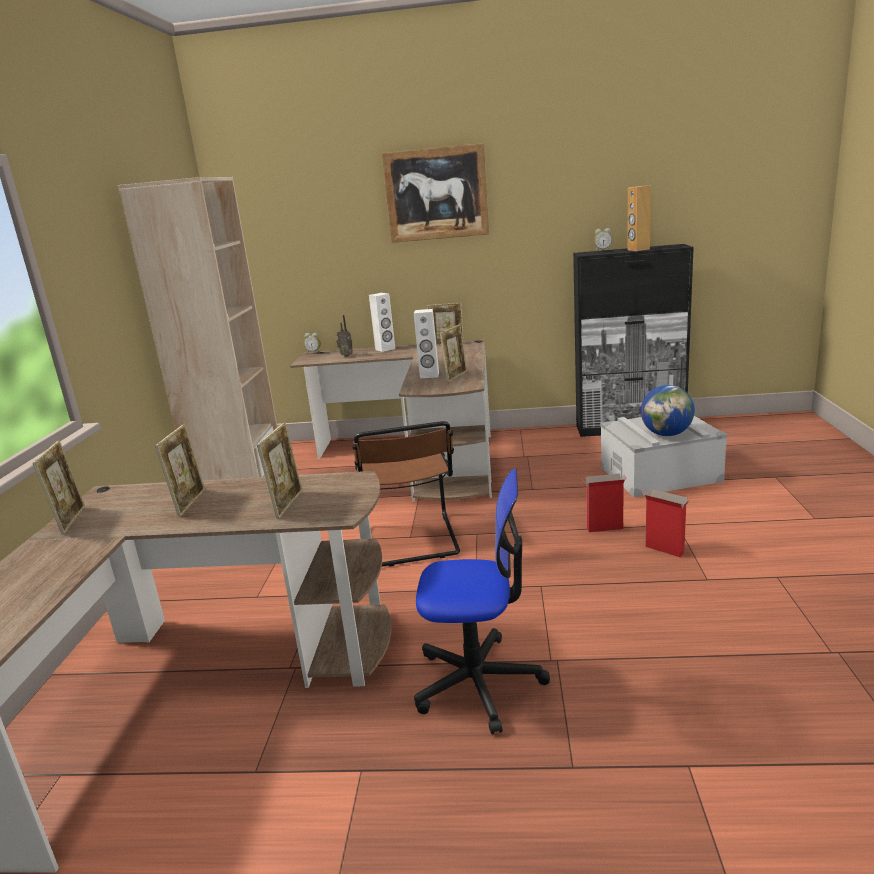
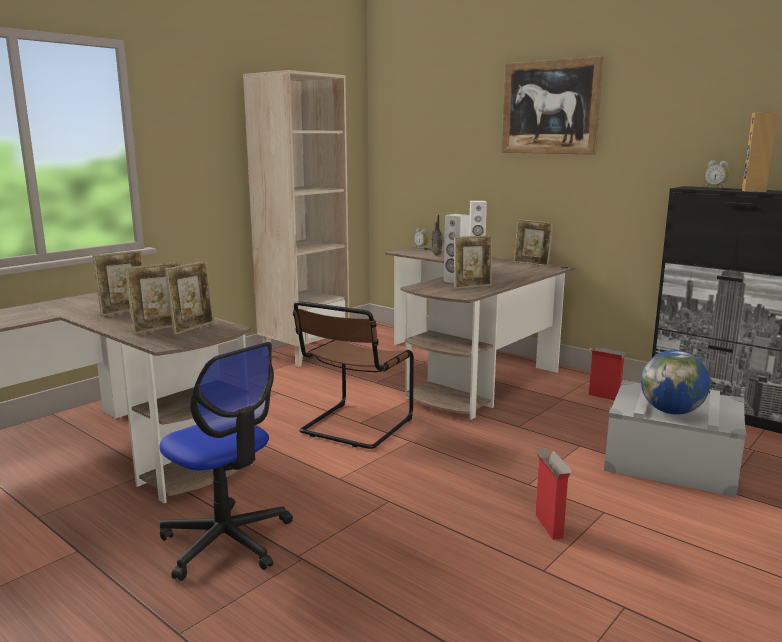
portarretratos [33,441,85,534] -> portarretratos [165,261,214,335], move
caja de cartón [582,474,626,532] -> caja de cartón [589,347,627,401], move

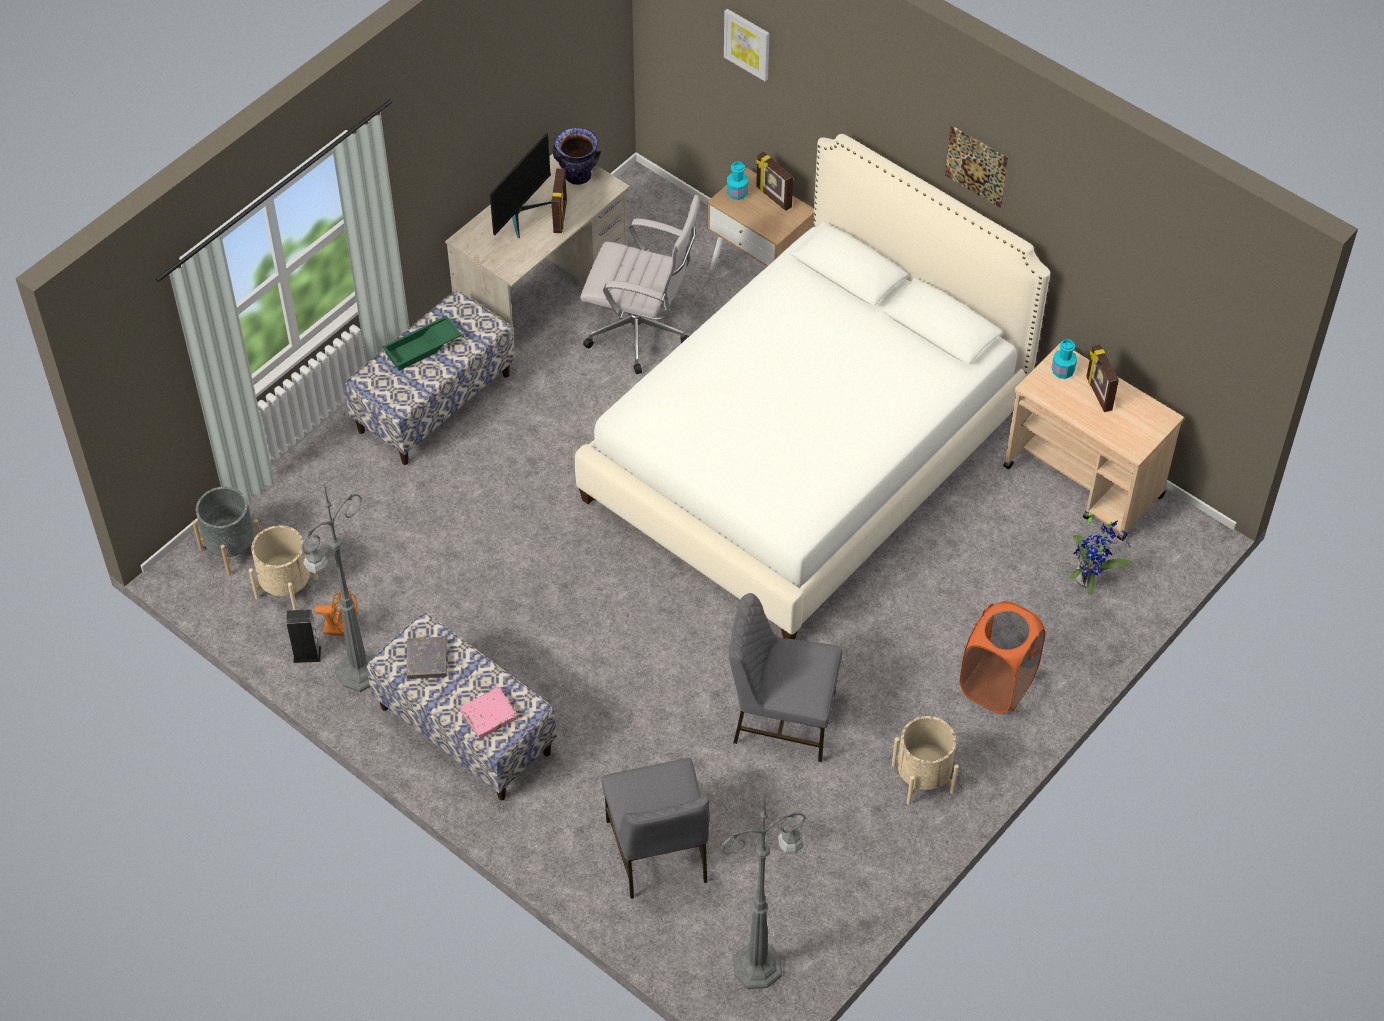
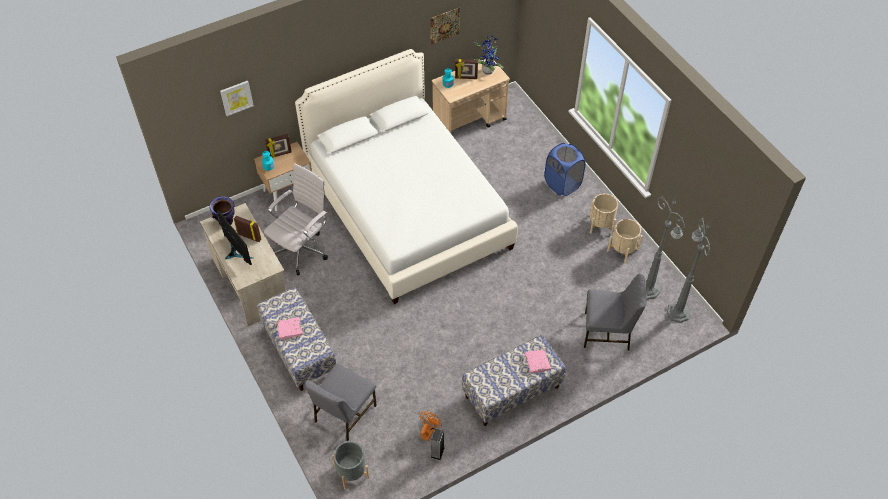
cuadro [945,125,1008,208] -> cuadro [430,8,460,45], move
bandeja (verde) [383,316,462,371] -> libro (rosa) [277,317,303,339]
lámpara de pie (gris) [301,485,375,692] -> lámpara de pie (gris) [646,193,685,300], move
planta en maceta [1069,508,1130,595] -> planta en maceta [474,34,504,75], move
maceta (beis) [249,525,318,610] -> maceta (beis) [607,219,643,263], move
silla (gris) [729,593,842,762] -> silla (gris) [305,363,377,441], move
cesto de la ropa (naranja) [960,601,1045,714] -> cesto de la ropa (azul) [545,143,585,196]
libro (gris) [407,637,447,679] -> none

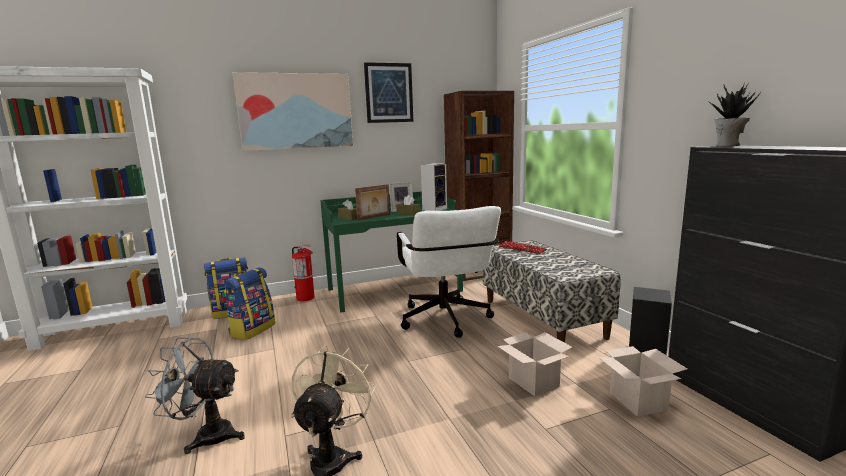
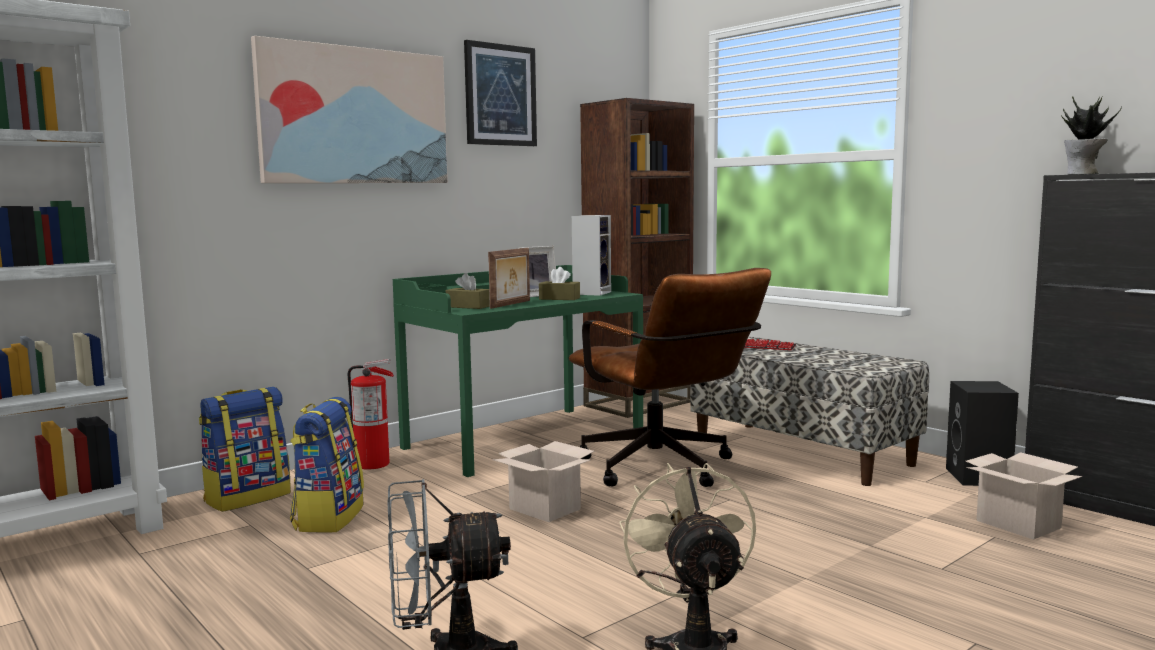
silla de oficina (blanco) [397,206,501,338] -> silla de oficina (marrón) [569,268,771,487]
caja de cartón [497,332,573,397] -> caja de cartón [492,441,595,522], move

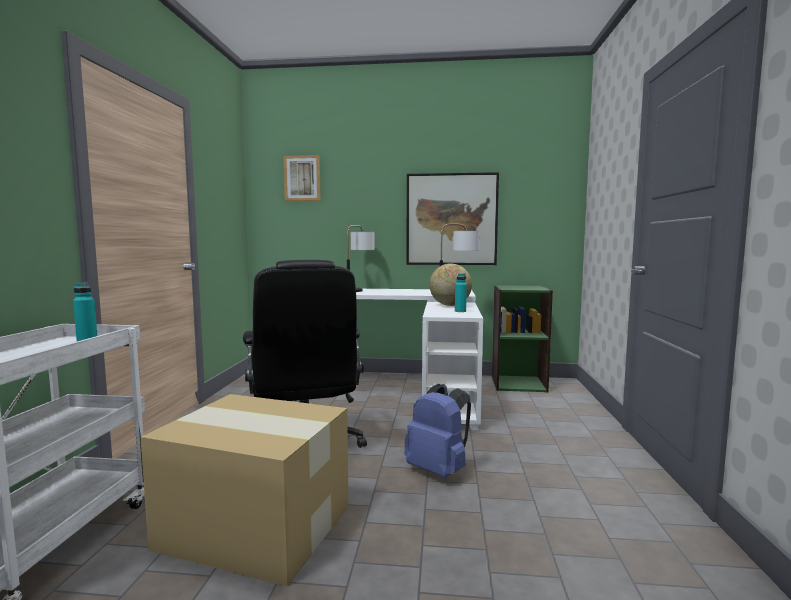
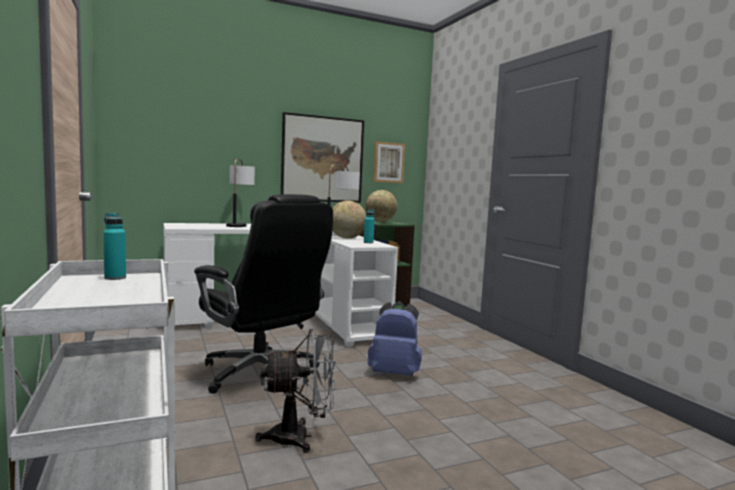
cuadro [284,155,321,201] -> cuadro [373,141,405,183], move
caja de cartón [140,394,349,587] -> ventilador (gris) [255,328,336,453]
none -> globo terráqueo [365,190,397,222]

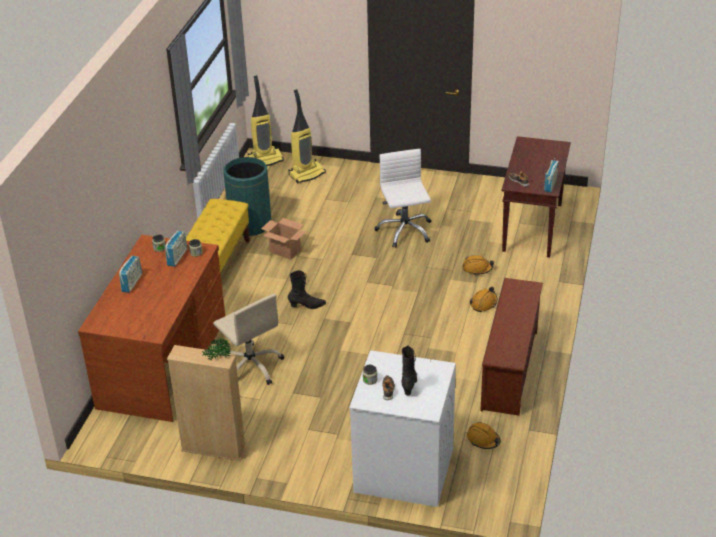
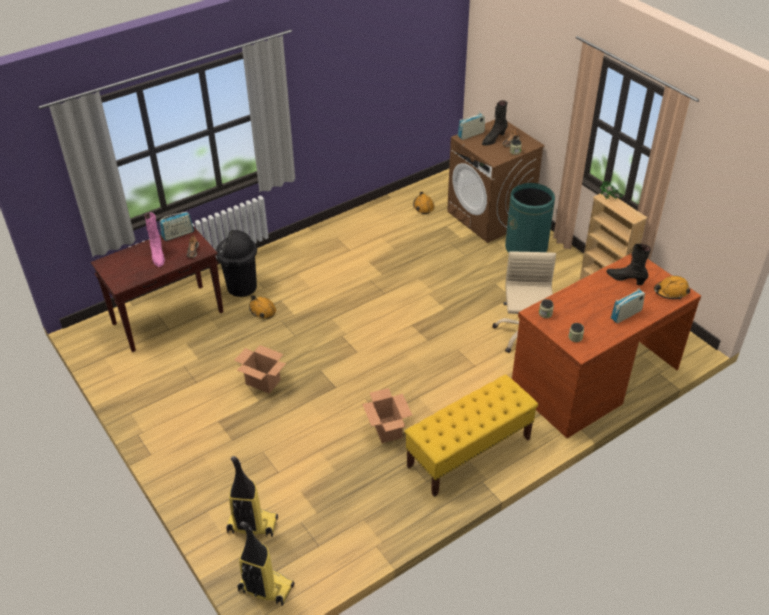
silla de oficina (blanco) [375,149,431,248] -> caja de cartón [234,345,286,394]
papelera (verde) [223,157,271,236] -> papelera (verde) [505,183,555,253], move
radio [165,231,187,267] -> radio [458,111,485,140], move
bota (negro) [288,270,326,309] -> bota (negro) [606,243,651,285], move
zapatero (marrón) [480,278,543,416] -> none
casco (naranja) [470,287,497,312] -> casco (naranja) [654,276,690,300], move
lavadora (blanco) [349,350,456,507] -> lavadora (marrón) [447,120,545,243]
none -> bota (rosa) [145,213,165,267]
none -> papelera (negro) [216,230,257,297]

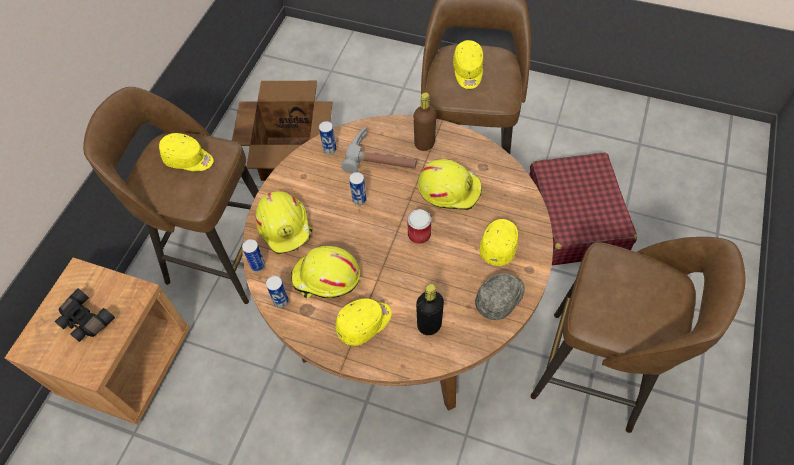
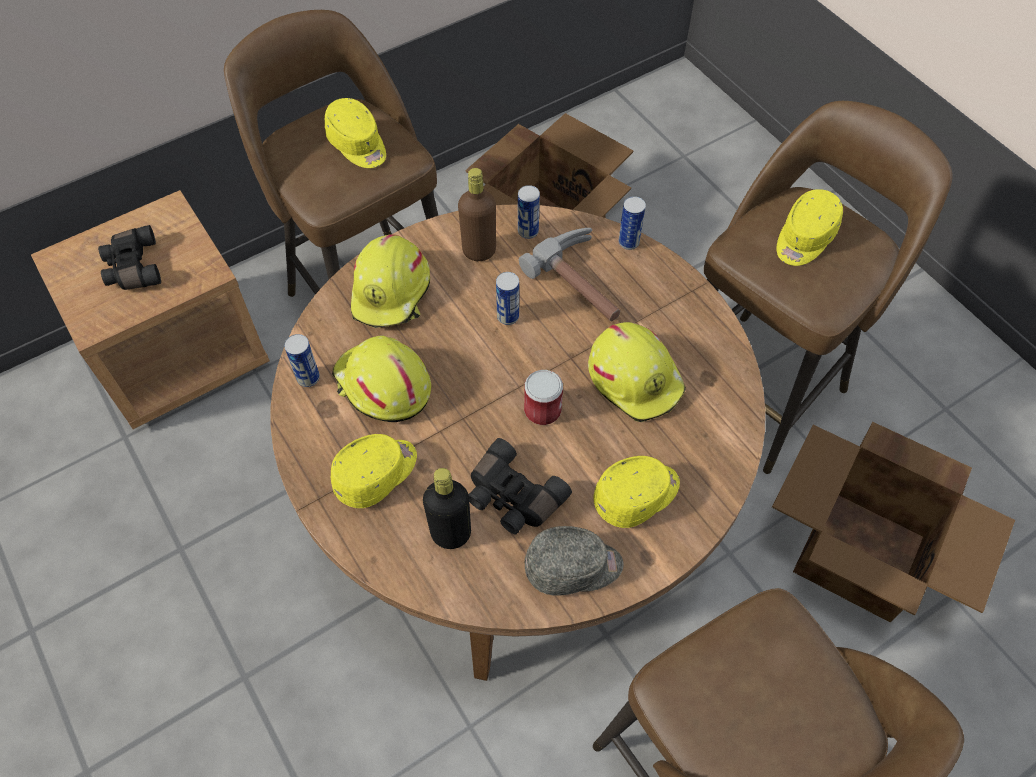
botella (marrón) [414,92,436,151] -> botella (marrón) [458,168,496,261], move
maleta (rojo) [529,153,637,265] -> caja de cartón [772,422,1015,623]
lata [242,239,265,272] -> lata [619,196,646,250], move
gorra (amarillo) [336,298,392,346] -> gorra (amarillo) [331,434,417,508], 45 degrees counterclockwise
none -> prismáticos (negro) [468,438,572,534]

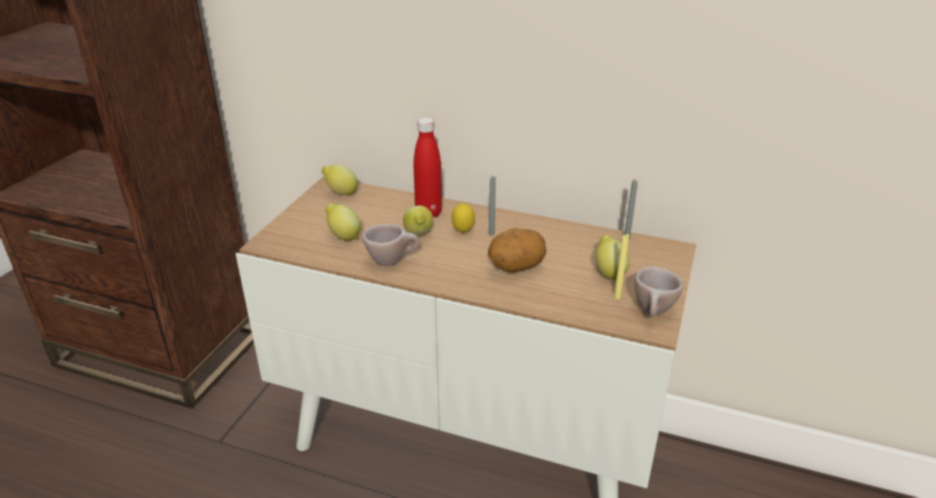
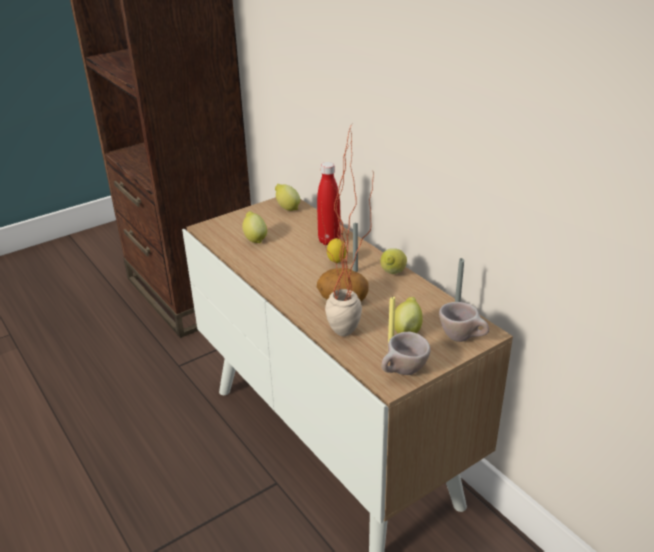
limón [403,205,433,236] -> limón [380,248,407,274], move
taza (beis) [362,224,420,266] -> taza (beis) [439,302,489,342], move
none -> planta en maceta [321,124,374,336]

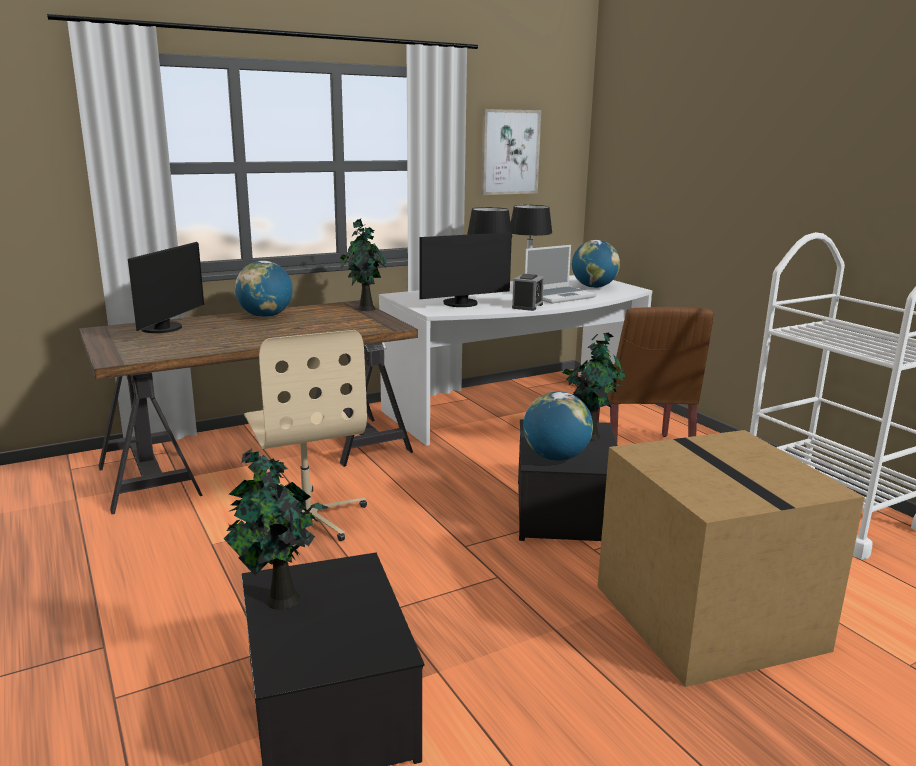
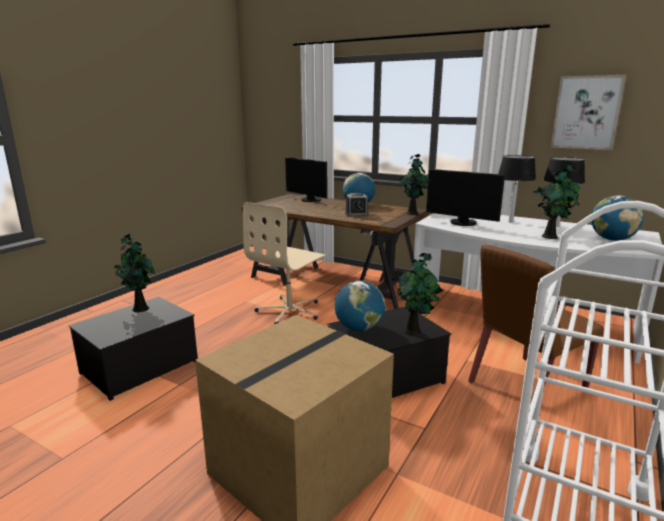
monitor [128,242,204,333] -> monitor [285,157,327,202], 60 degrees clockwise
portátil [525,245,597,304] -> planta en maceta [534,165,580,239]
despertador [512,274,544,311] -> despertador [345,193,369,217], move

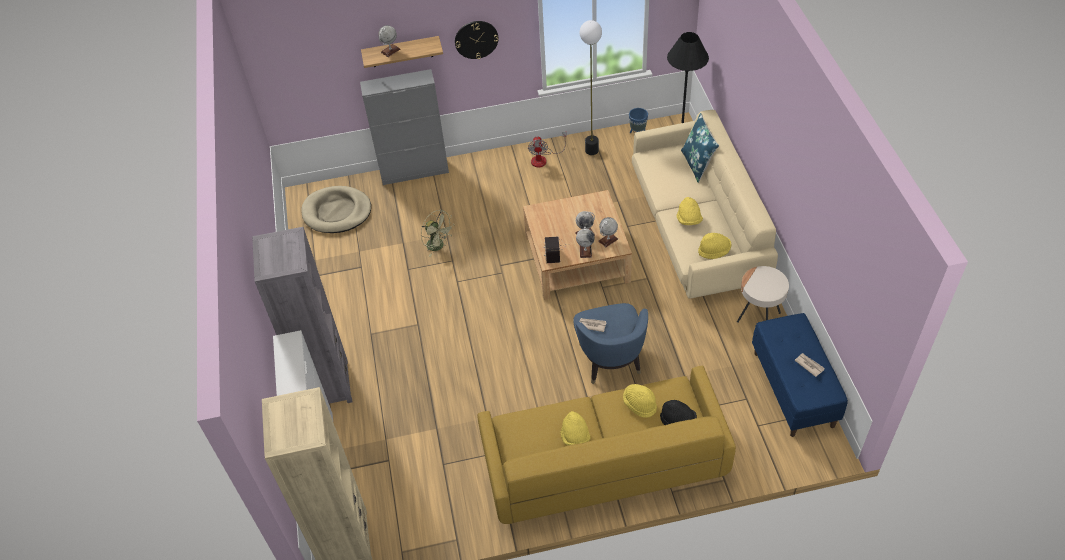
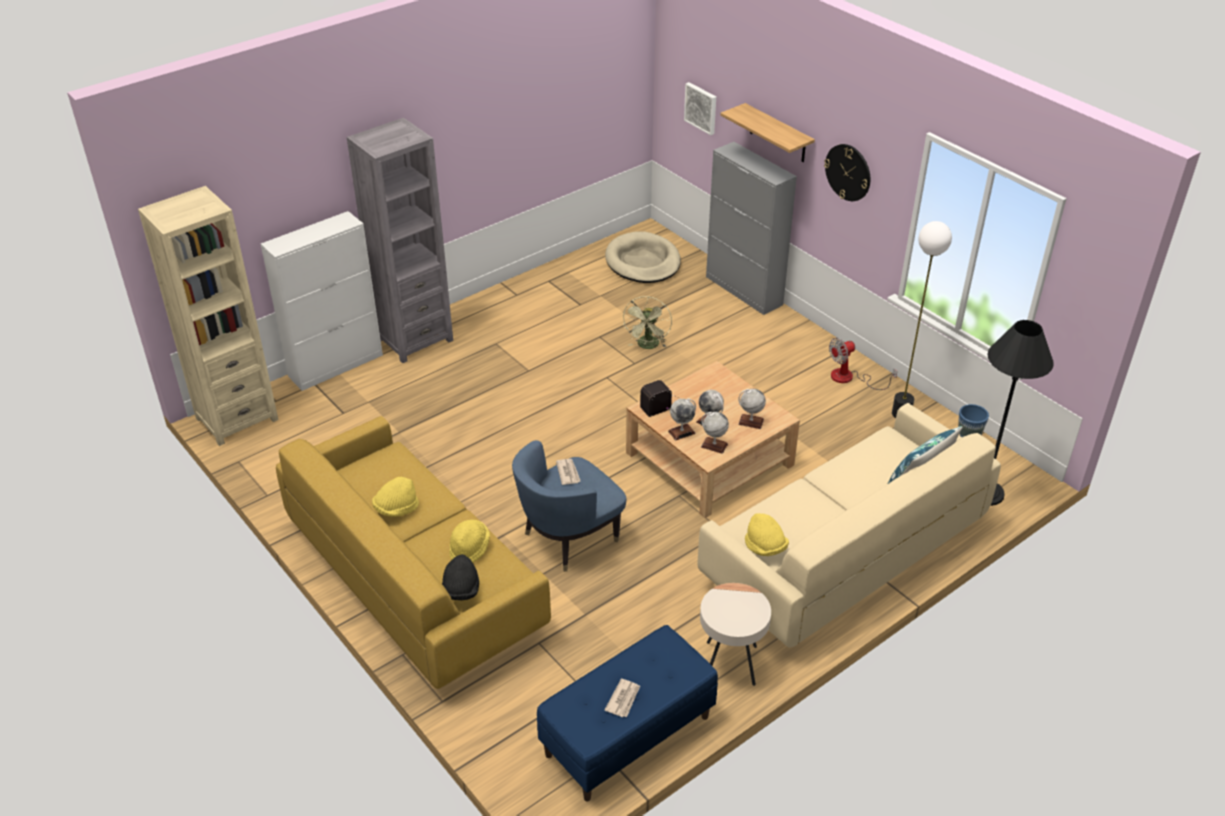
globo terráqueo [378,25,400,57] -> globo terráqueo [738,389,766,429], move
sombrero (amarillo) [677,197,703,225] -> none
none -> cuadro [684,82,716,135]

